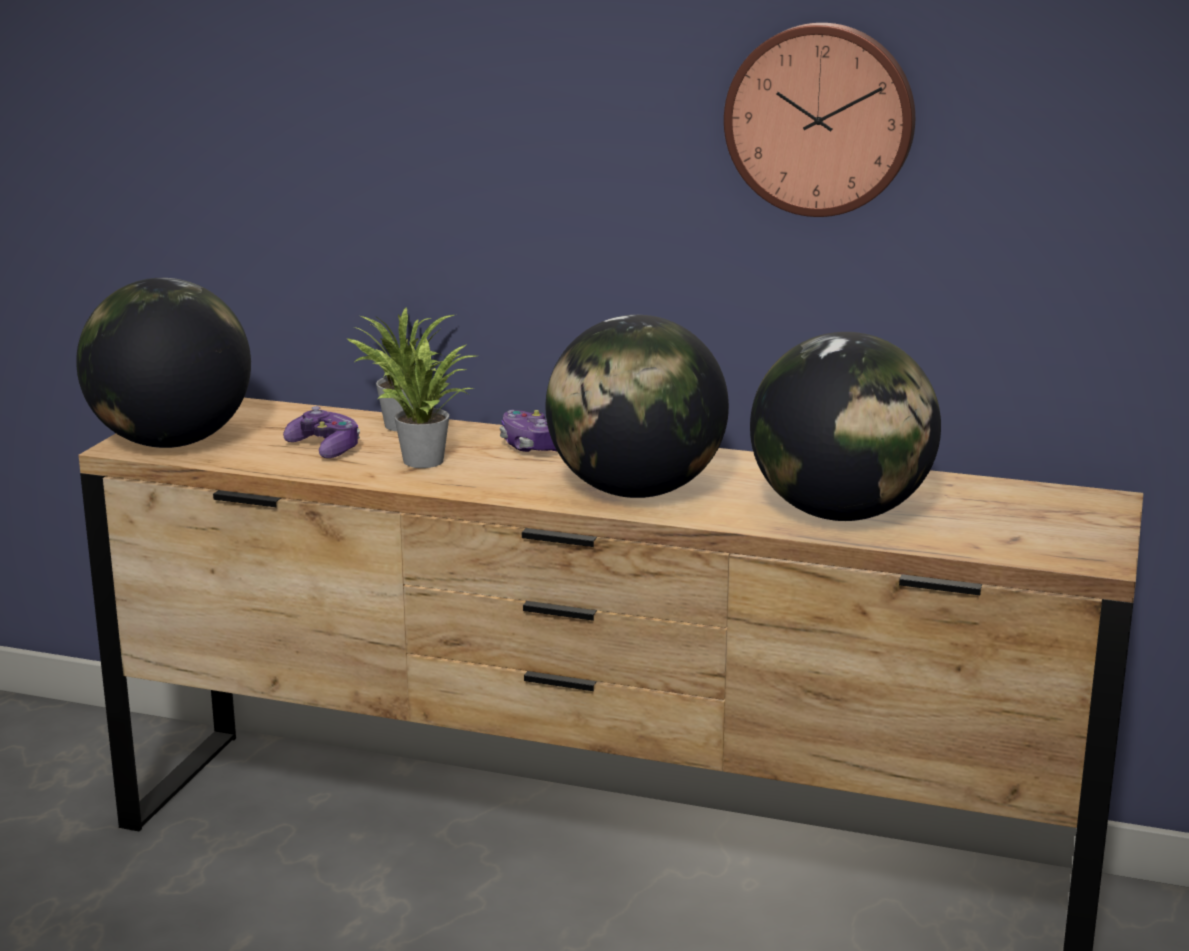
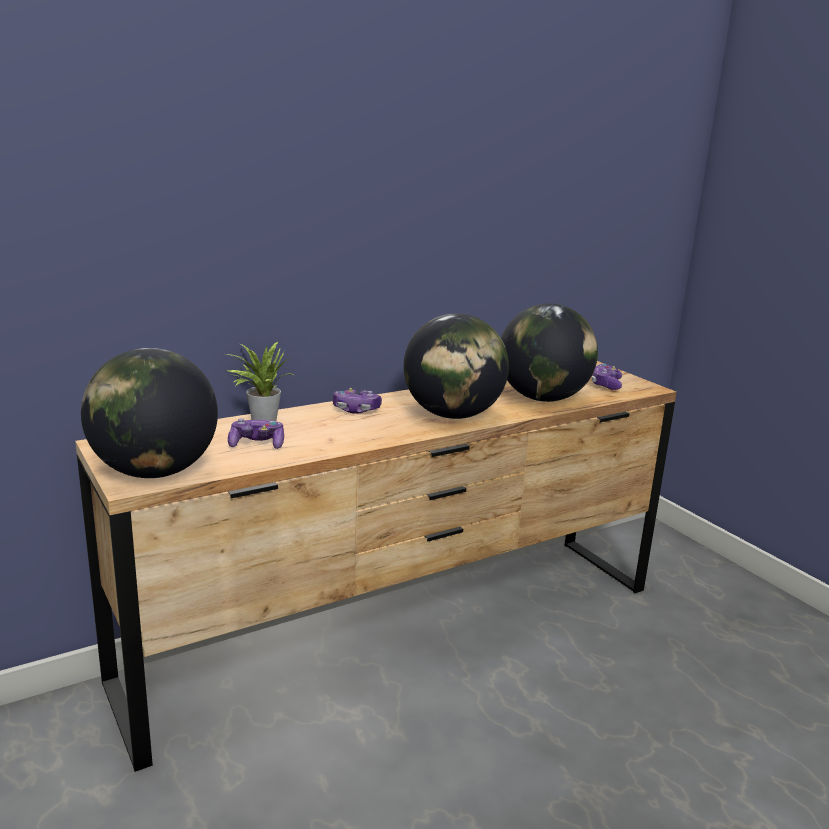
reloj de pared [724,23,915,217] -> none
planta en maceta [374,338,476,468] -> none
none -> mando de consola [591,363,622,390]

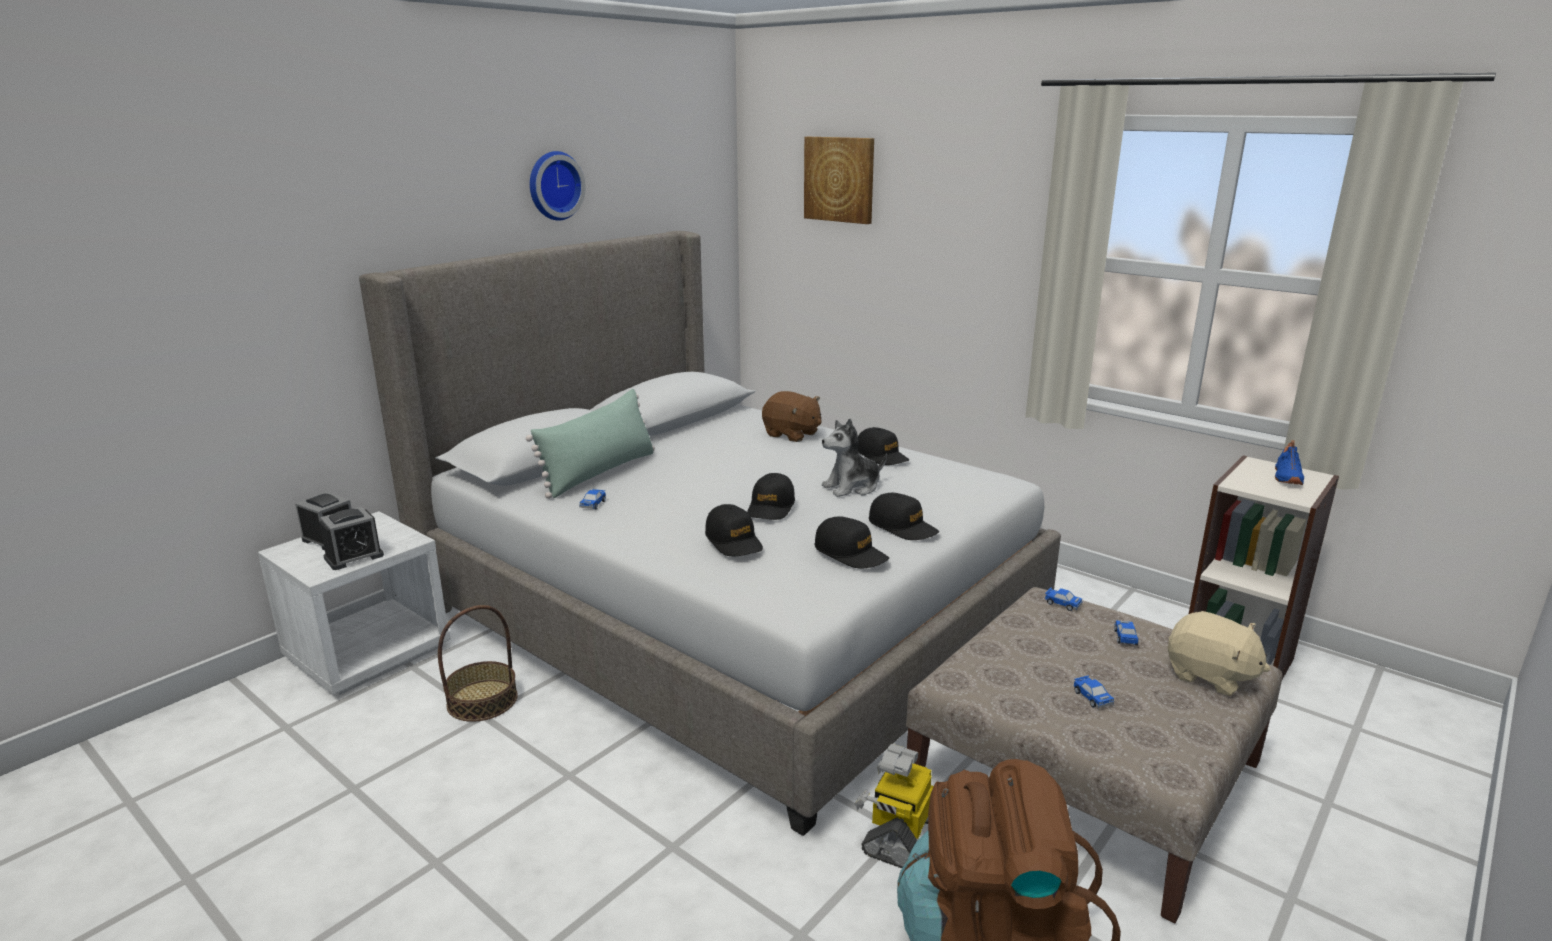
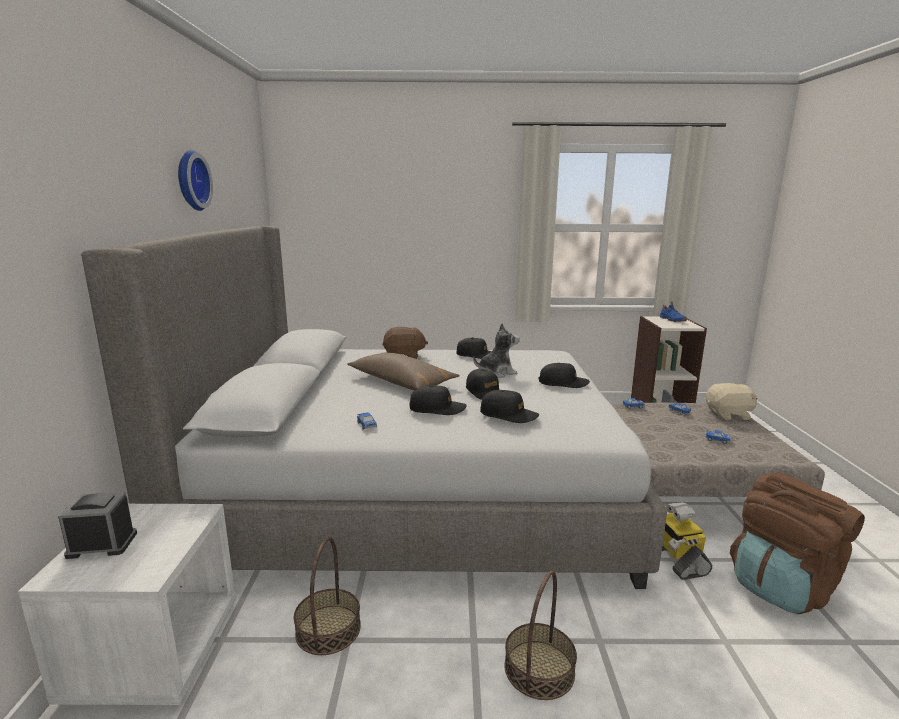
cuadro [804,137,874,224] -> none
cojín (verde) [526,389,655,499] -> none
peluche [822,418,887,497] -> peluche [473,323,520,377], 135 degrees counterclockwise
despertador [319,507,384,570] -> none
gorra (negro) [815,516,889,569] -> gorra (negro) [409,385,467,415], move
none -> cojín (marrón) [347,352,460,390]
none -> cesta [505,571,577,700]

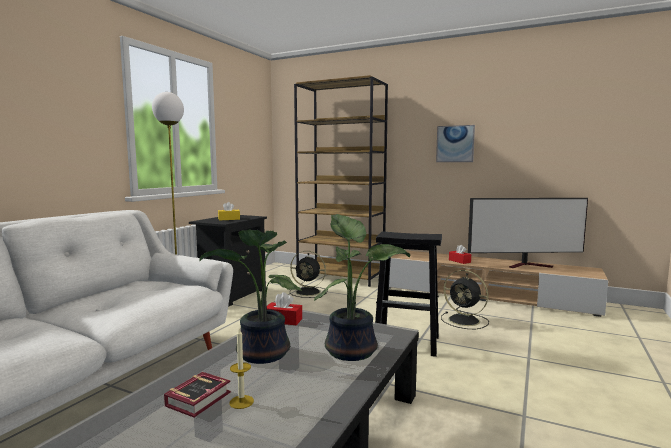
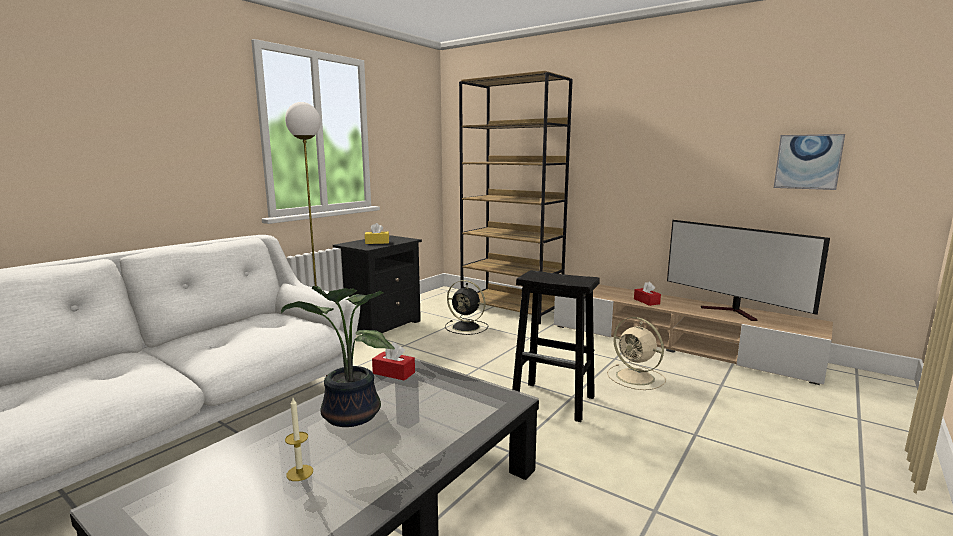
cuadro [436,125,475,162] -> cuadro [774,134,845,190], move
televisor [468,198,588,268] -> televisor [667,220,830,321], 45 degrees clockwise
planta en maceta [314,214,410,361] -> none
ventilador (negro) [441,270,489,329] -> ventilador (beis) [607,317,666,390]
libro [164,372,231,417] -> none

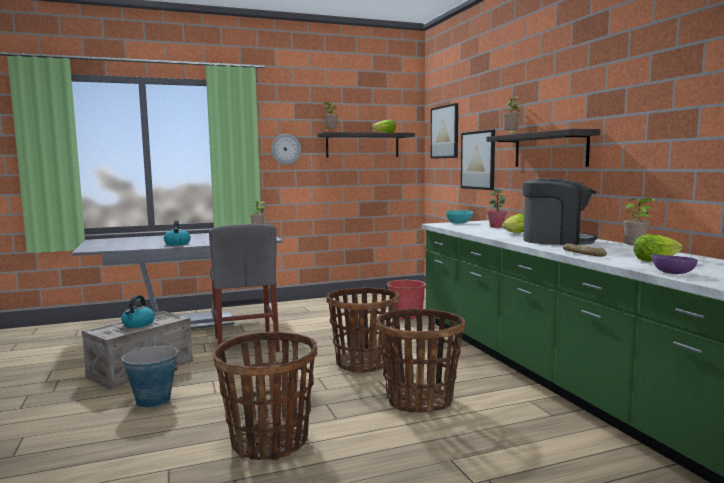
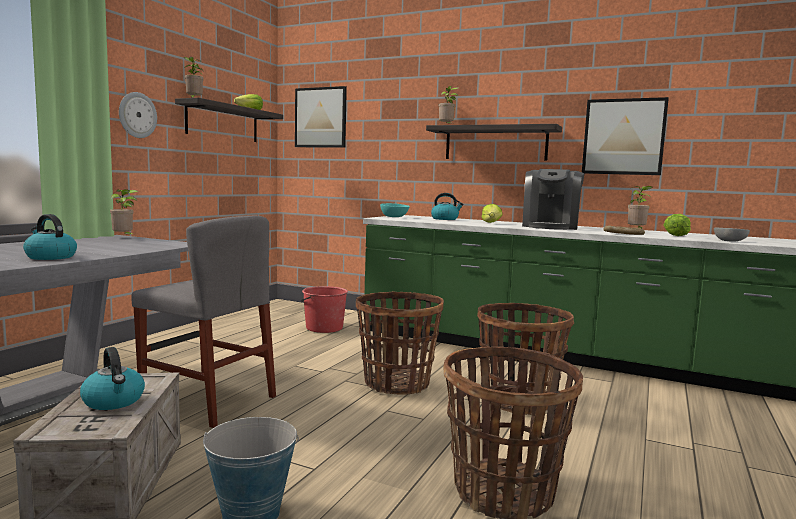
cuadro [461,130,495,190] -> cuadro [582,97,669,175], move
cafetera [522,178,597,245] -> cafetera [522,169,585,230], 135 degrees clockwise
planta en maceta [486,189,507,228] -> hervidor [431,193,464,220]
cuenco (morado) [652,254,698,274] -> cuenco (gris) [714,228,750,242]

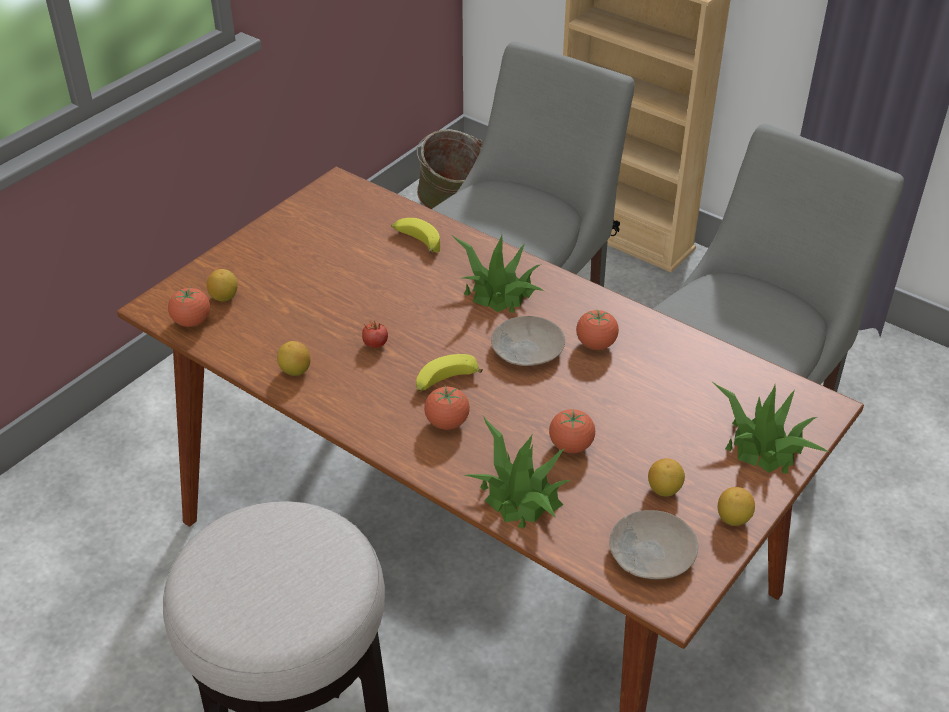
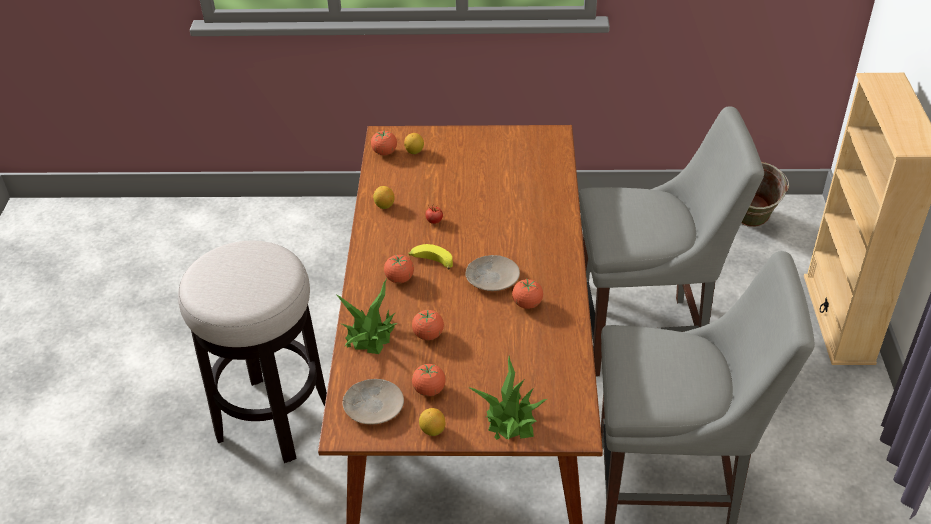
plátano [391,218,440,253] -> none
planta en maceta [452,235,544,313] -> none
limón [648,458,685,497] -> tomate [412,364,446,396]

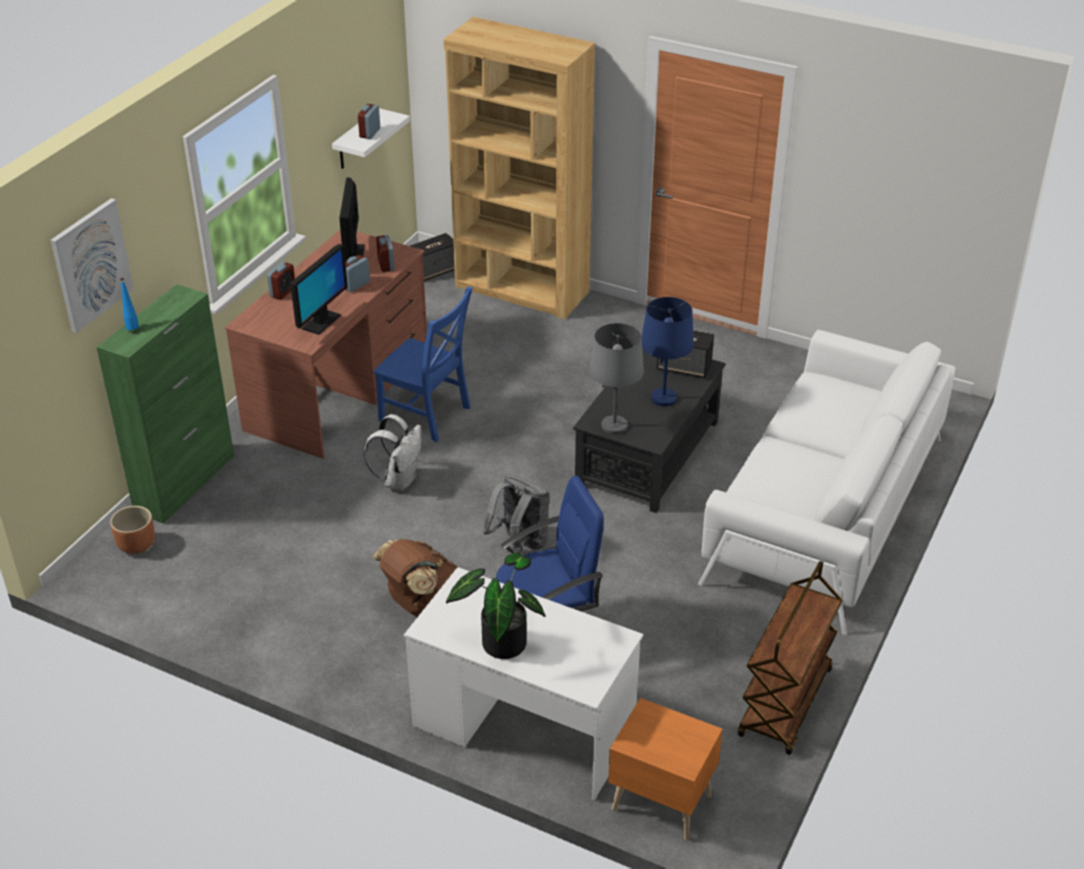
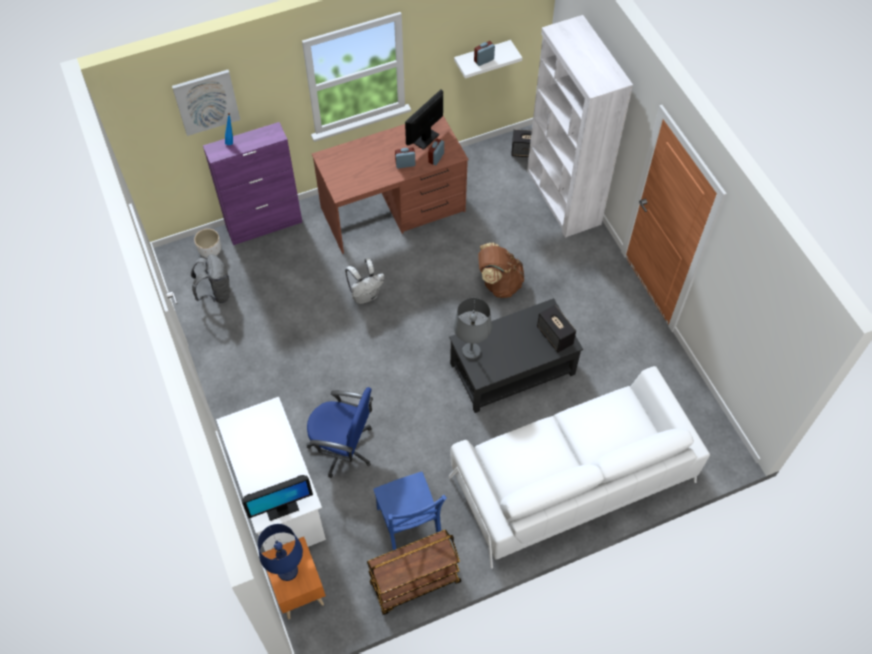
estantería (marrón) [444,17,595,319] -> estantería (blanco) [527,15,633,238]
monitor [290,244,348,335] -> monitor [242,475,313,521], move
despertador [267,262,295,300] -> none
armario (verde) [96,284,234,524] -> armario (morado) [203,122,302,245]
silla (azul) [373,287,473,442] -> silla (azul) [373,472,447,550], move
lámpara de mesa (azul) [642,297,694,406] -> lámpara de mesa (azul) [258,524,303,581], move
mochila (gris) [483,474,550,554] -> mochila (gris) [191,254,230,303], move
maceta (marrón) [110,506,155,554] -> maceta (blanco) [194,229,221,258]
mochila (marrón) [372,539,457,617] -> mochila (marrón) [478,243,524,298], move
planta en maceta [446,553,546,659] -> none

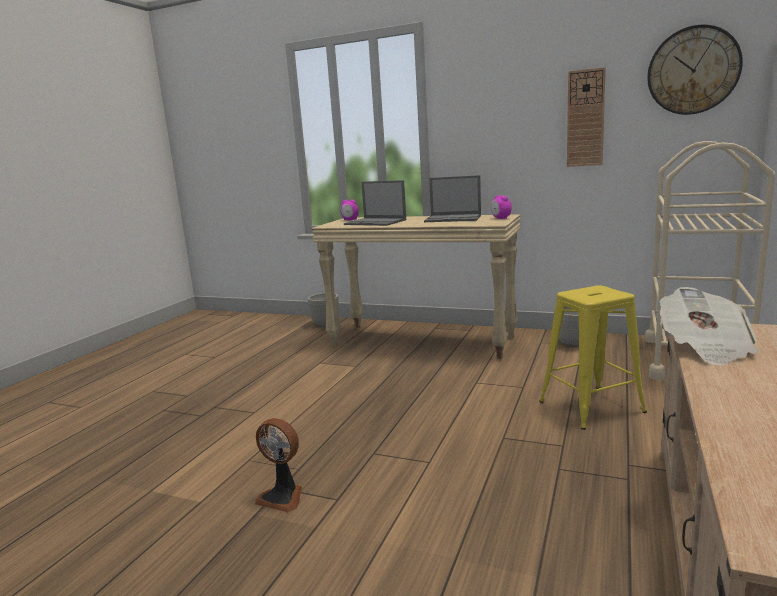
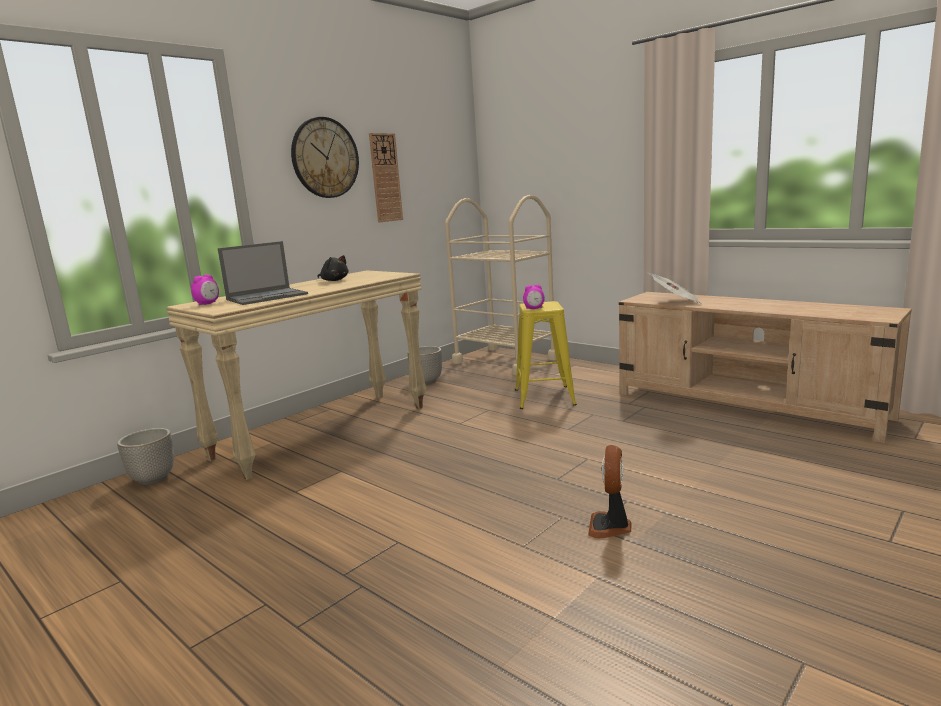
reloj de pared [647,24,743,115] -> reloj de pared [291,117,359,198], move
portátil [424,175,481,222] -> peluche (negro) [318,255,348,281]
despertador [491,195,512,219] -> despertador [523,284,545,309], move
ventilador [254,418,302,512] -> ventilador [588,445,632,538], 150 degrees clockwise

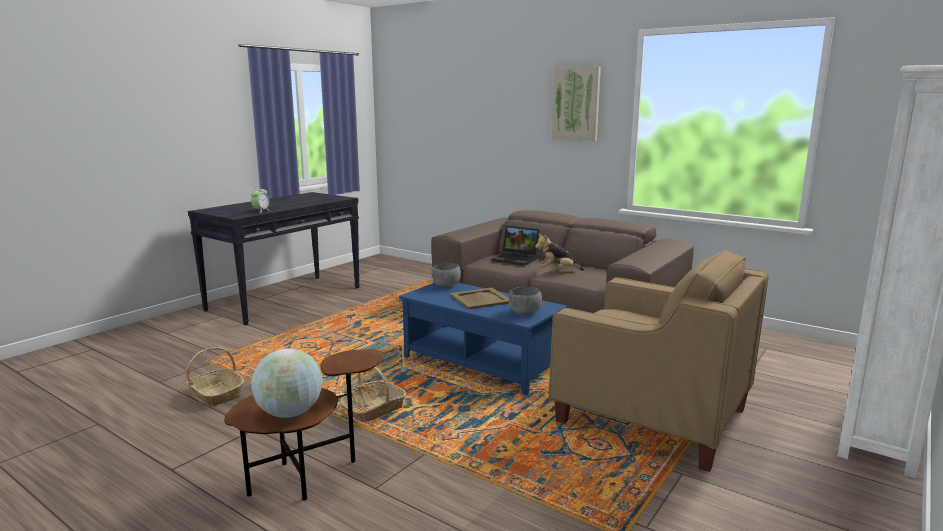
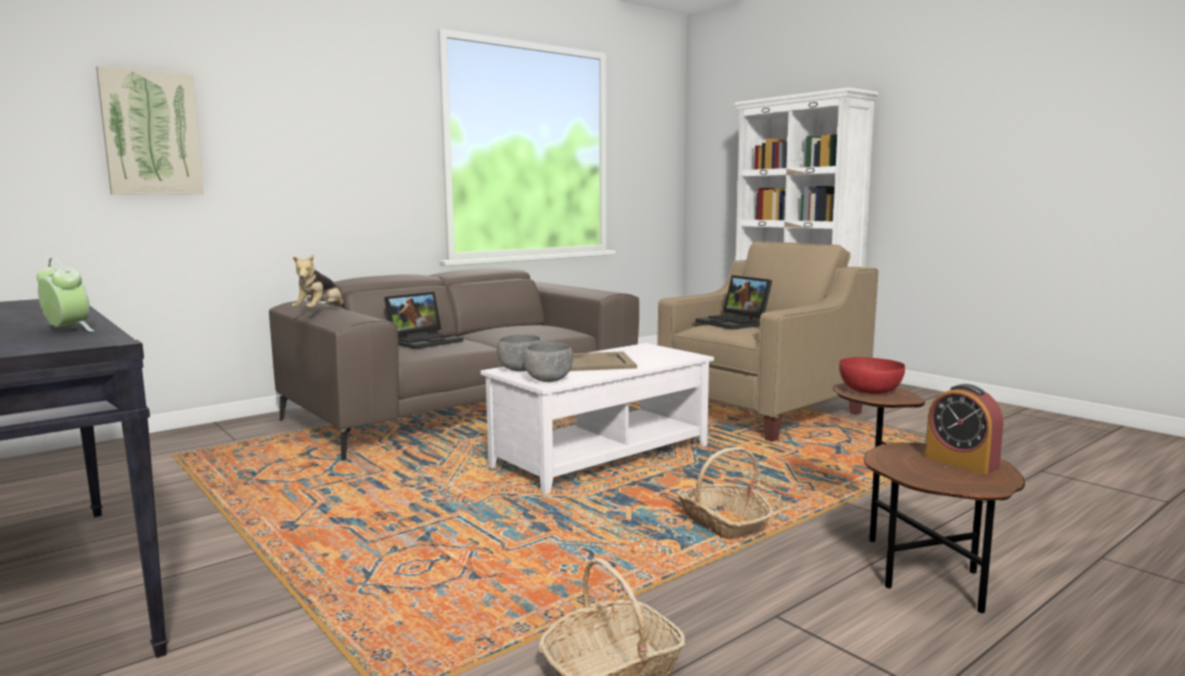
cuadro [552,67,601,141] -> cuadro [96,66,204,195], move
peluche [535,234,585,271] -> peluche [292,254,344,308], move
mesa de centro (azul) [399,283,567,396] -> mesa de centro (blanco) [481,343,714,494]
cuenco (gris) [509,287,542,315] -> cuenco (gris) [524,342,573,382], move
globo terráqueo [251,348,322,418] -> despertador [925,384,1004,474]
none -> portátil [696,275,772,330]
none -> cuenco (rojo) [839,357,905,394]

